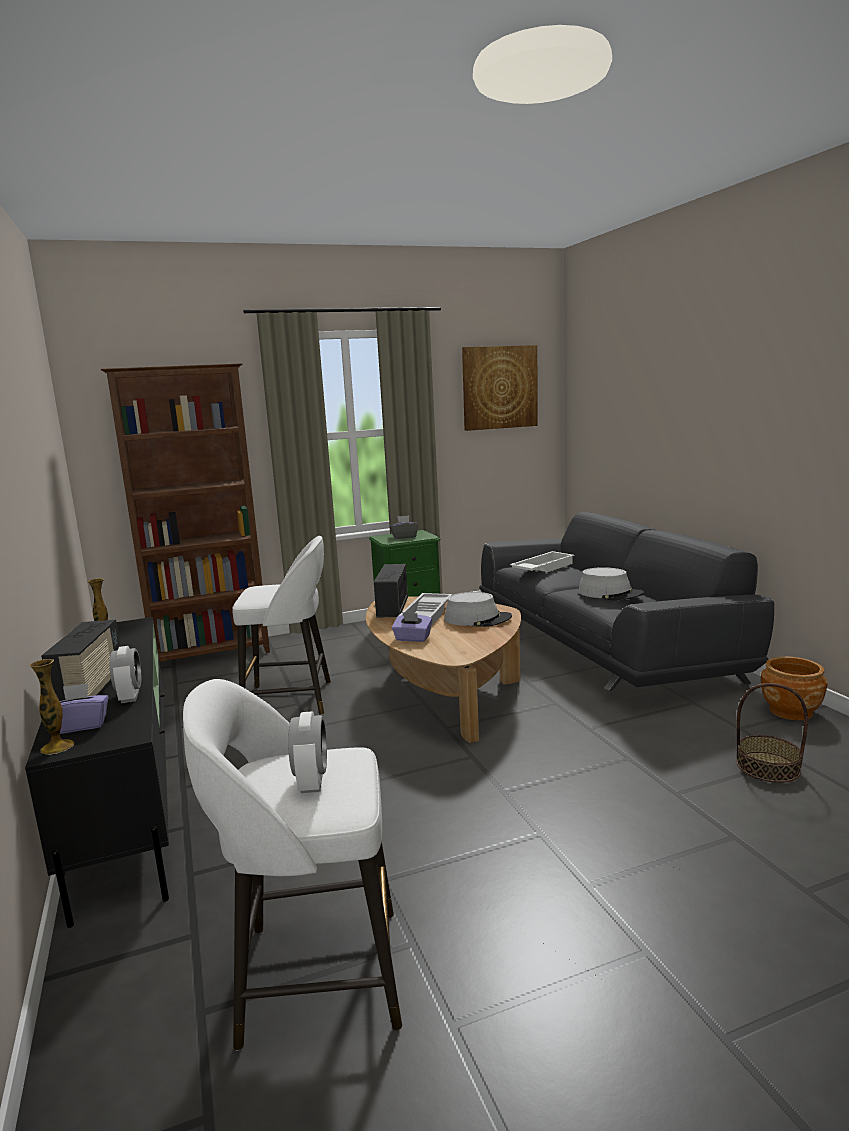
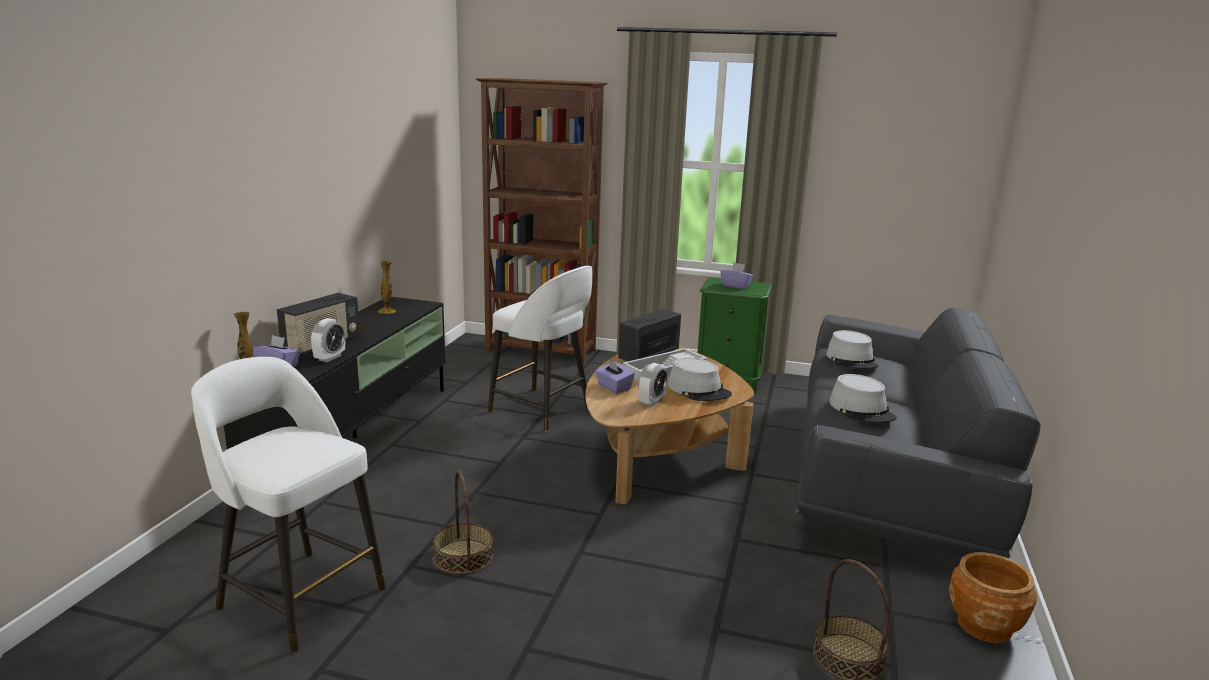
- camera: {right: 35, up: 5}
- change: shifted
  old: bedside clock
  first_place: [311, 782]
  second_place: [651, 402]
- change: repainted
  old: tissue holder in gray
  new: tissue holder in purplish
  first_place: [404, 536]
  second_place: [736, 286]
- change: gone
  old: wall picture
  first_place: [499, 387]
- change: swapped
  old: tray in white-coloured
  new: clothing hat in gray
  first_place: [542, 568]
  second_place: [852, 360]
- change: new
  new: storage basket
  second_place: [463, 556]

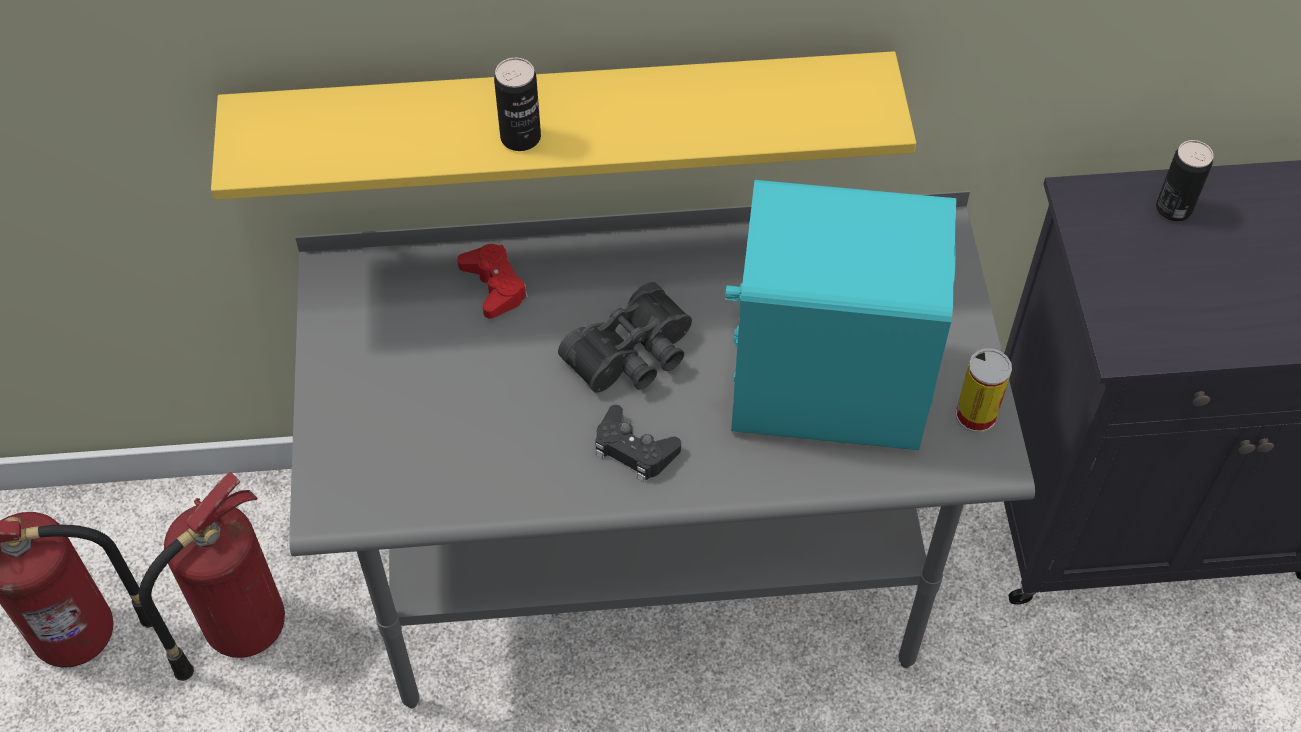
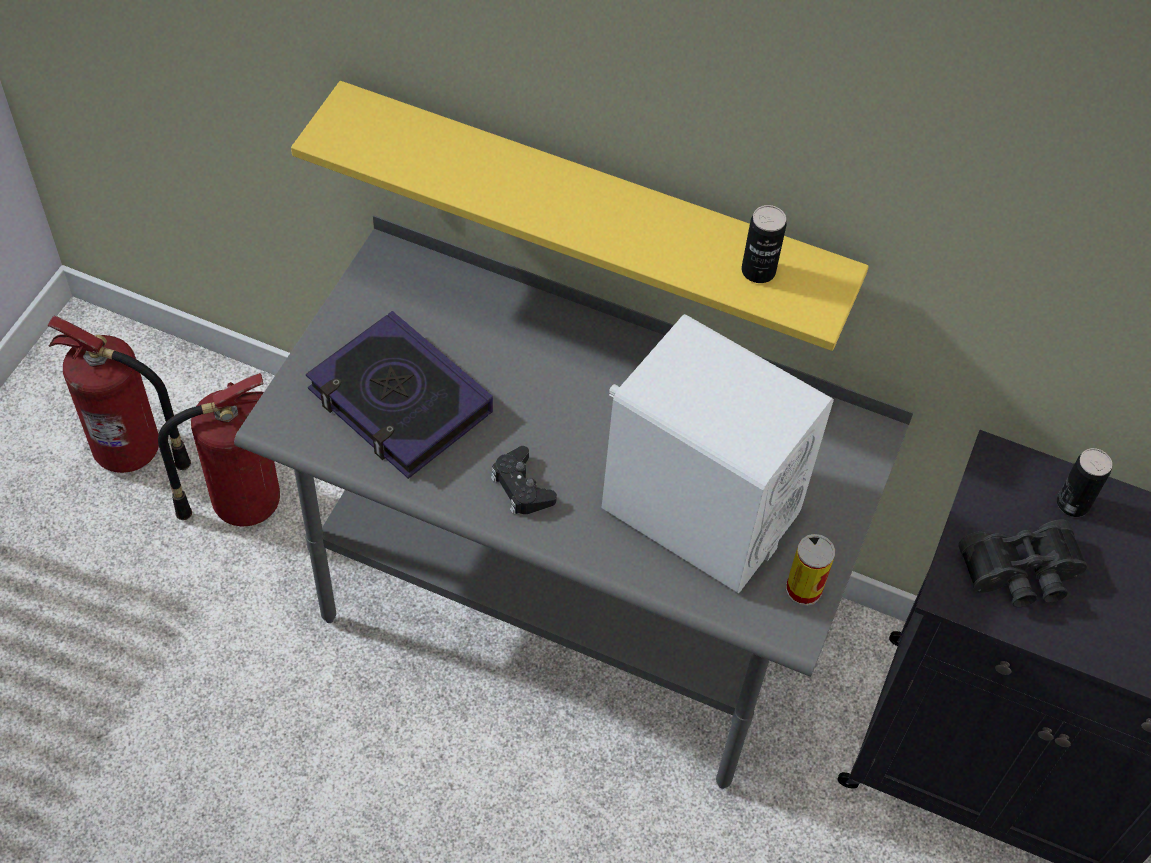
- camera: {right: 25, up: 0}
- change: gone
  old: joypad in red-coloured
  first_place: [494, 285]
- change: shifted
  old: sealed can
  first_place: [520, 137]
  second_place: [758, 271]
- change: shifted
  old: binoculars in black
  first_place: [634, 356]
  second_place: [1021, 575]
- change: repainted
  old: loudspeaker in blue-green
  new: loudspeaker in white-coloured
  first_place: [826, 387]
  second_place: [699, 511]
- change: new
  new: book
  second_place: [399, 402]

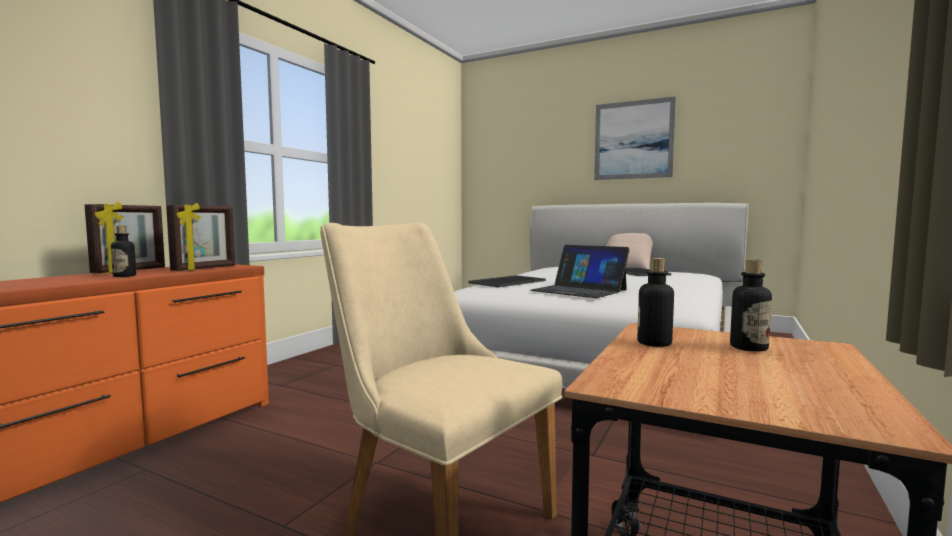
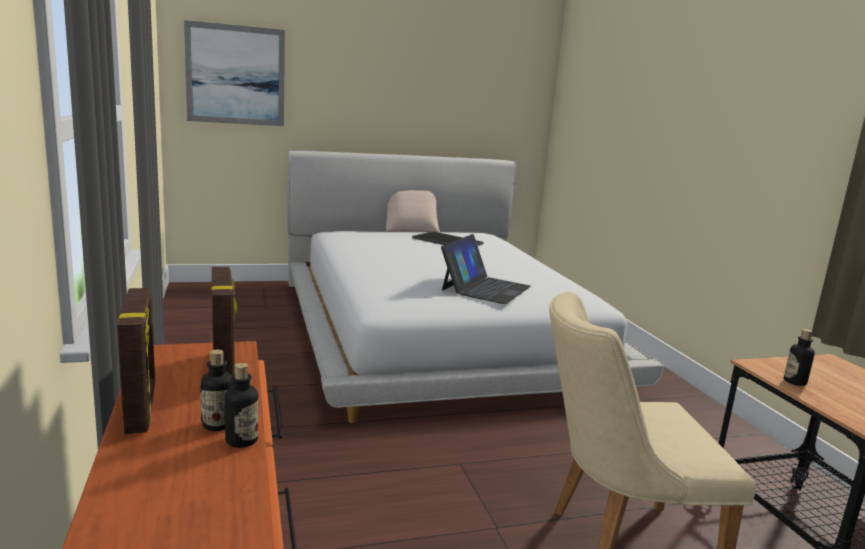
- camera: {right: -45, up: 10}
- change: gone
  old: tray
  first_place: [508, 282]
- change: rotated
  old: notebook computer
  first_place: [579, 290]
  second_place: [485, 288]
  degrees: -60
- change: shifted
  old: wall picture
  first_place: [633, 140]
  second_place: [236, 75]
- change: shifted
  old: drink bottle
  first_place: [748, 347]
  second_place: [242, 440]

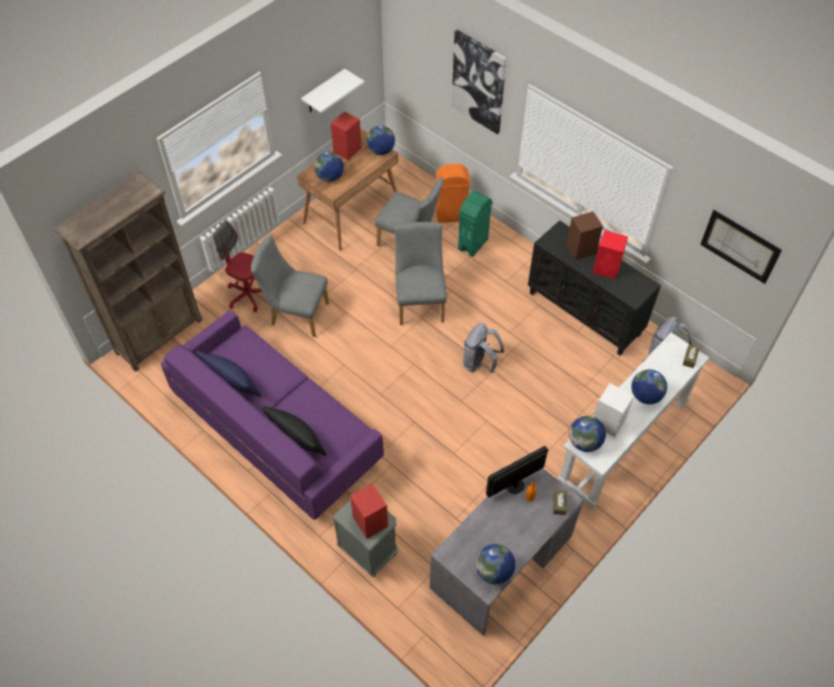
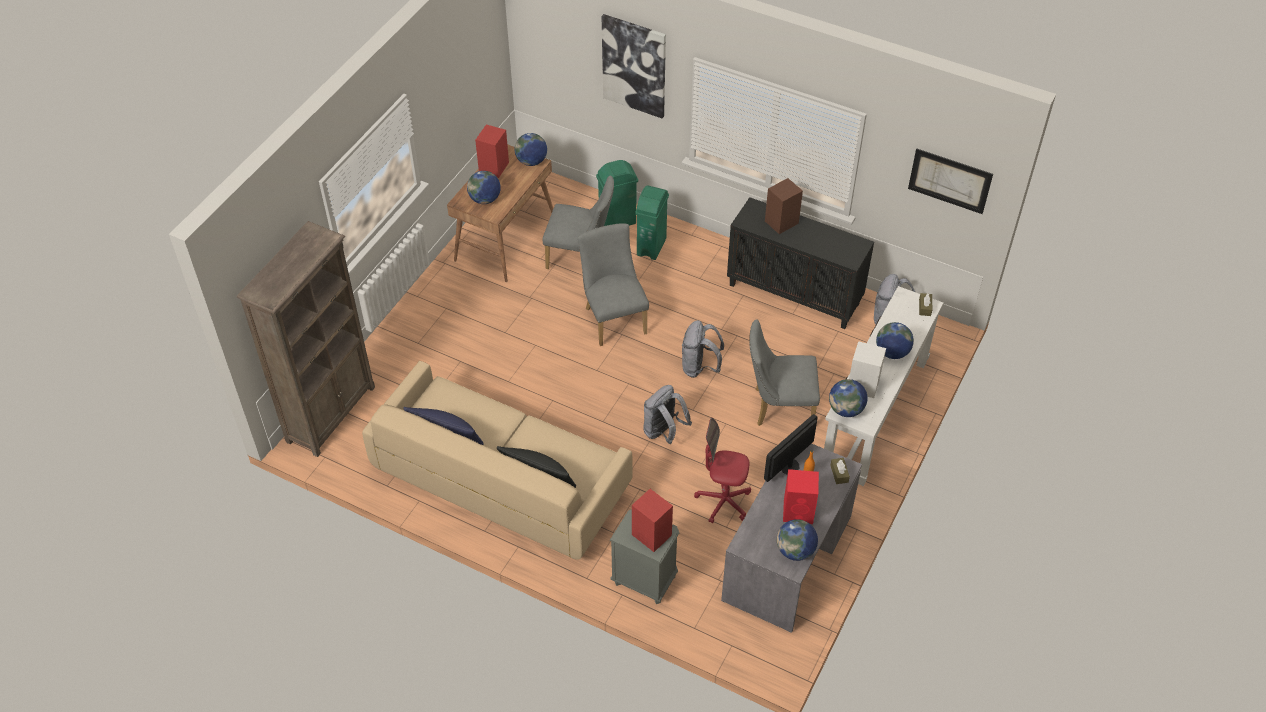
- camera: {right: -15, up: -5}
- change: repainted
  old: settee in purplish
  new: settee in sand-coloured
  first_place: [277, 428]
  second_place: [502, 481]
- change: shifted
  old: office chair in red-coloured
  first_place: [248, 295]
  second_place: [723, 501]
- change: shifted
  old: chair in gray
  first_place: [295, 314]
  second_place: [778, 407]
- change: gone
  old: bracket shelf in white-coloured
  first_place: [324, 92]
- change: repainted
  old: trash can in orange
  new: trash can in greenish
  first_place: [451, 216]
  second_place: [618, 221]
- change: shifted
  old: loudspeaker in red-coloured
  first_place: [607, 268]
  second_place: [799, 511]
- change: new
  new: knapsack in gray
  second_place: [663, 432]

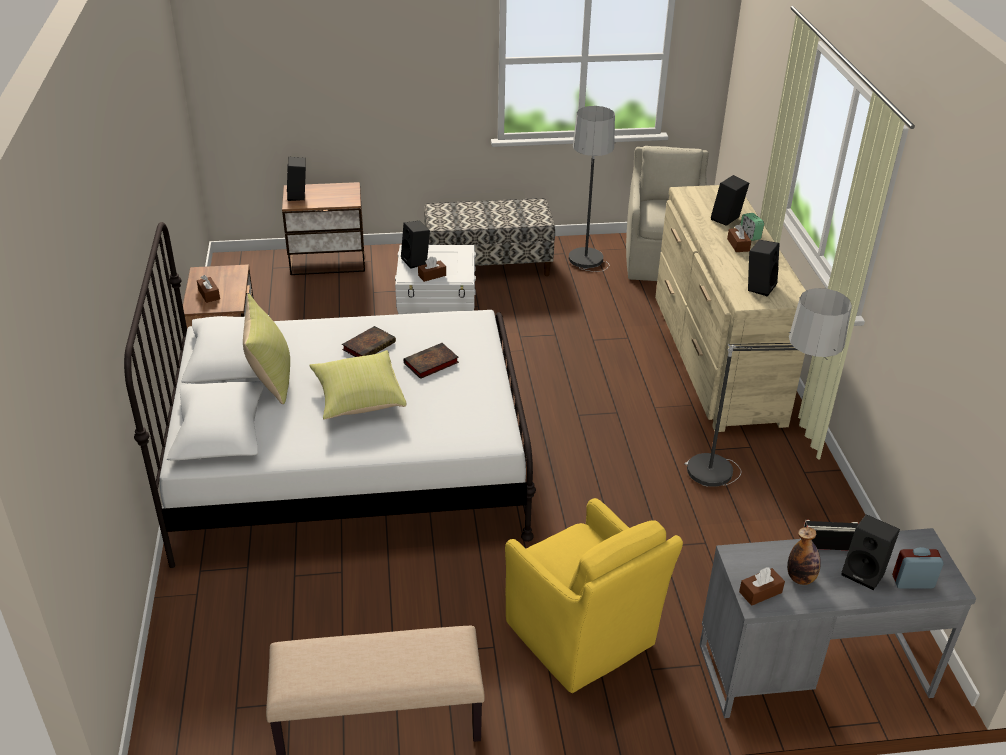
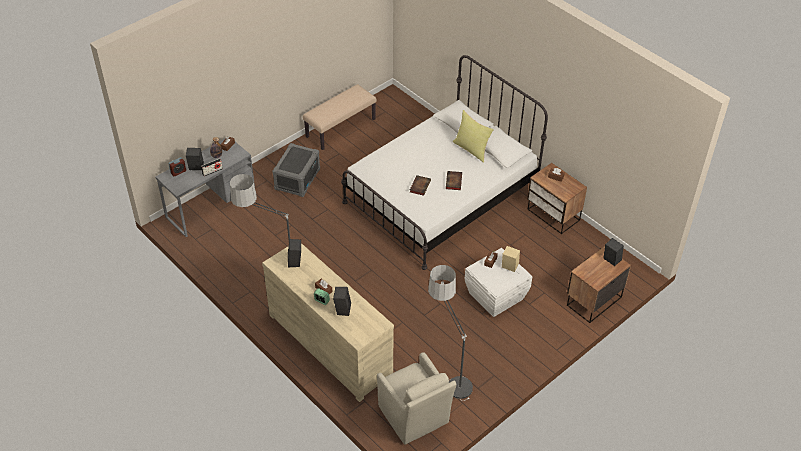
- camera: {right: 145, up: 10}
- change: gone
  old: cushion in yellowish
  first_place: [358, 399]
- change: repainted
  old: loudspeaker in black
  new: loudspeaker in sand-coloured
  first_place: [416, 261]
  second_place: [509, 267]
- change: gone
  old: bench
  first_place: [488, 265]
- change: swapped
  old: armchair in yellowish
  new: storage bin in gray
  first_place: [582, 637]
  second_place: [297, 179]

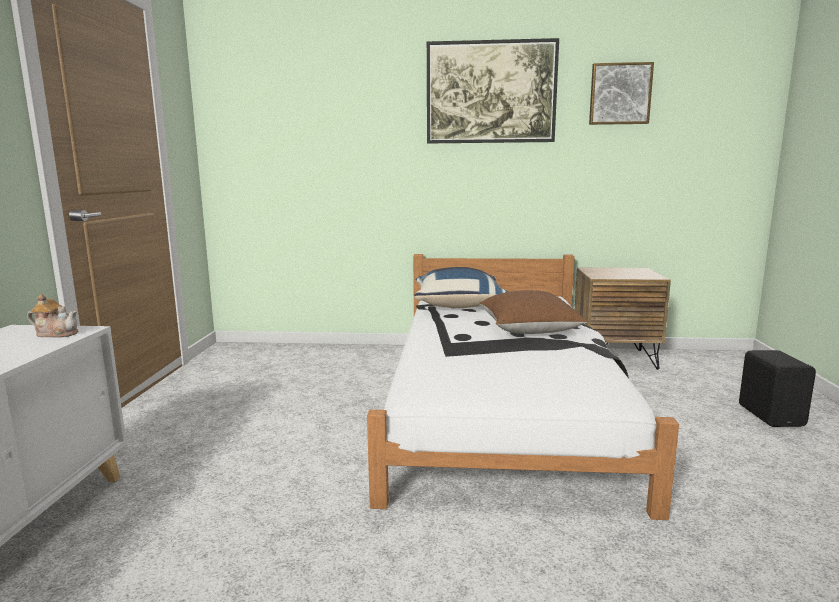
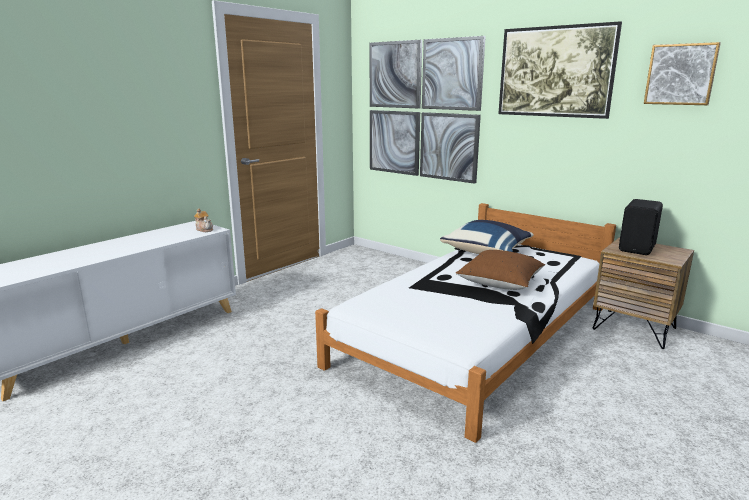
- camera: {right: 35, up: 5}
- change: shifted
  old: loudspeaker in black
  first_place: [771, 415]
  second_place: [638, 248]
- change: new
  new: wall picture
  second_place: [422, 110]

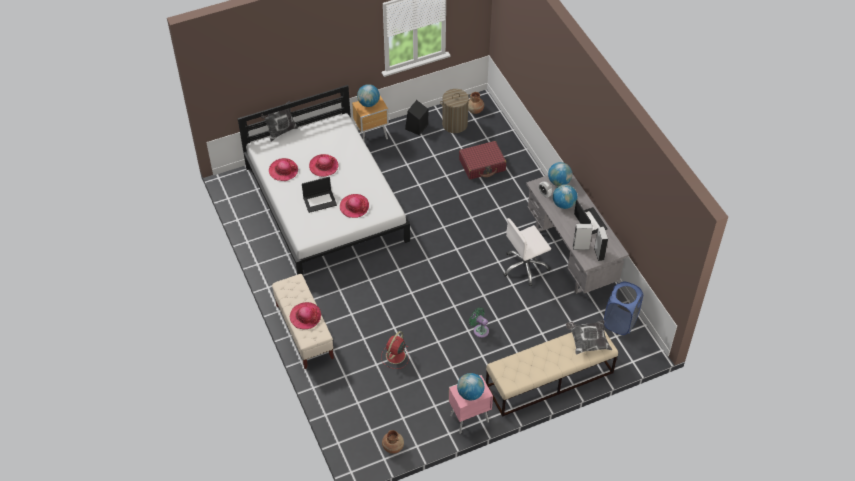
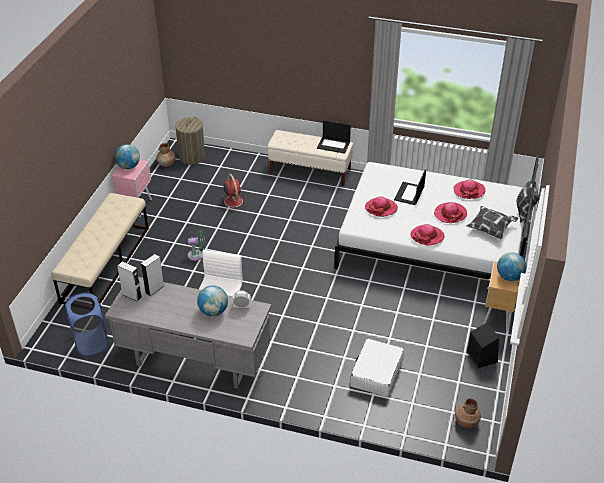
- camera: {right: 130, up: -10}
- change: shifted
  old: clothing hat
  first_place: [305, 316]
  second_place: [427, 236]
- change: shifted
  old: hamper
  first_place: [454, 124]
  second_place: [192, 157]
- change: repainted
  old: piece of luggage in red-coloured
  new: piece of luggage in white-coloured
  first_place: [482, 165]
  second_place: [376, 373]
- change: gone
  old: globe
  first_place: [559, 182]
- change: shifted
  old: cushion
  first_place: [587, 341]
  second_place: [491, 229]
- change: shifted
  old: notebook computer
  first_place: [590, 221]
  second_place: [334, 145]

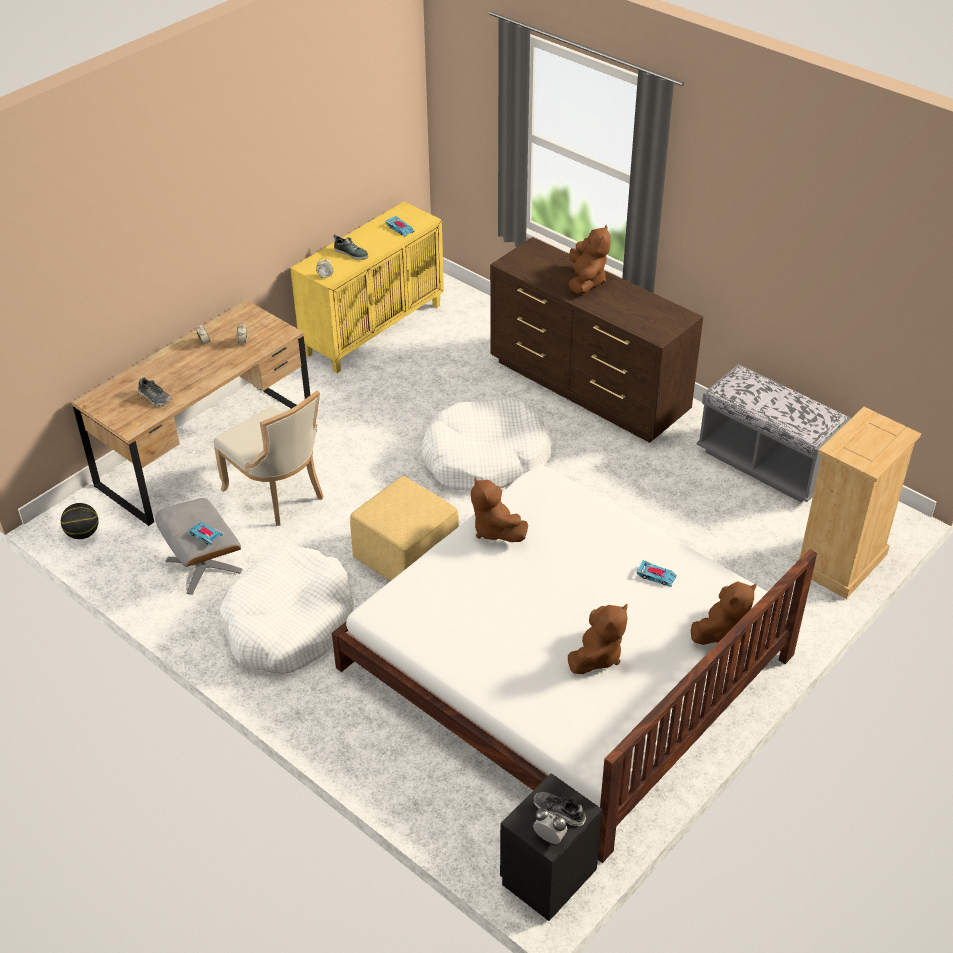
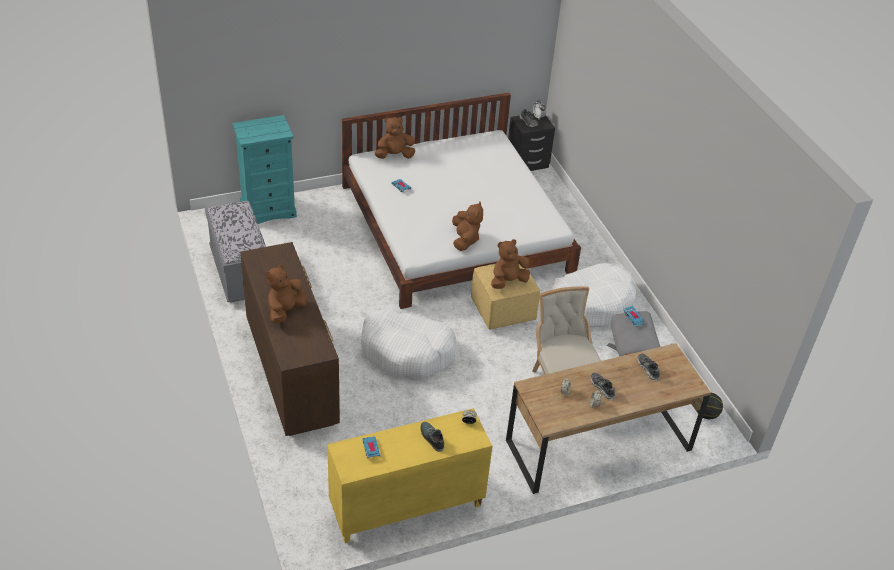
- camera: {right: -155, up: 0}
- change: shifted
  old: plush toy in brown
  first_place: [597, 656]
  second_place: [508, 281]
- change: repainted
  old: drawer chest in sand-coloured
  new: drawer chest in blue-green
  first_place: [840, 562]
  second_place: [268, 210]
- change: new
  new: low shoe
  second_place: [602, 388]

